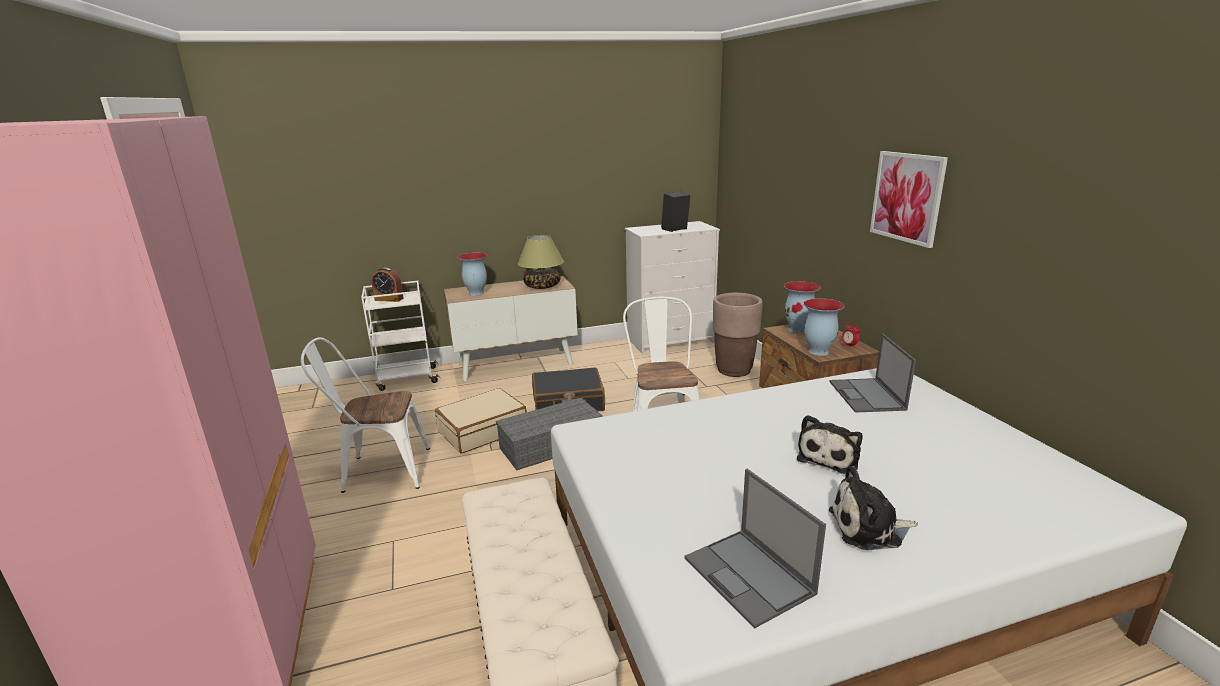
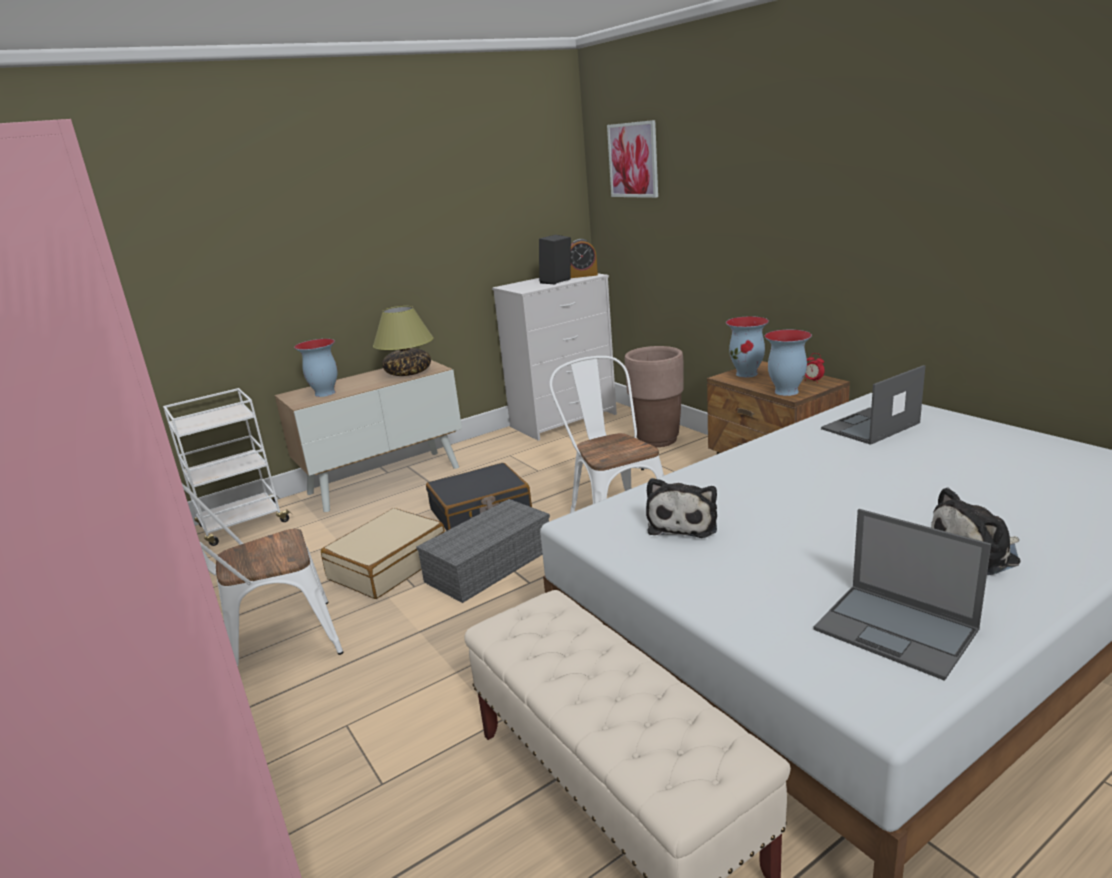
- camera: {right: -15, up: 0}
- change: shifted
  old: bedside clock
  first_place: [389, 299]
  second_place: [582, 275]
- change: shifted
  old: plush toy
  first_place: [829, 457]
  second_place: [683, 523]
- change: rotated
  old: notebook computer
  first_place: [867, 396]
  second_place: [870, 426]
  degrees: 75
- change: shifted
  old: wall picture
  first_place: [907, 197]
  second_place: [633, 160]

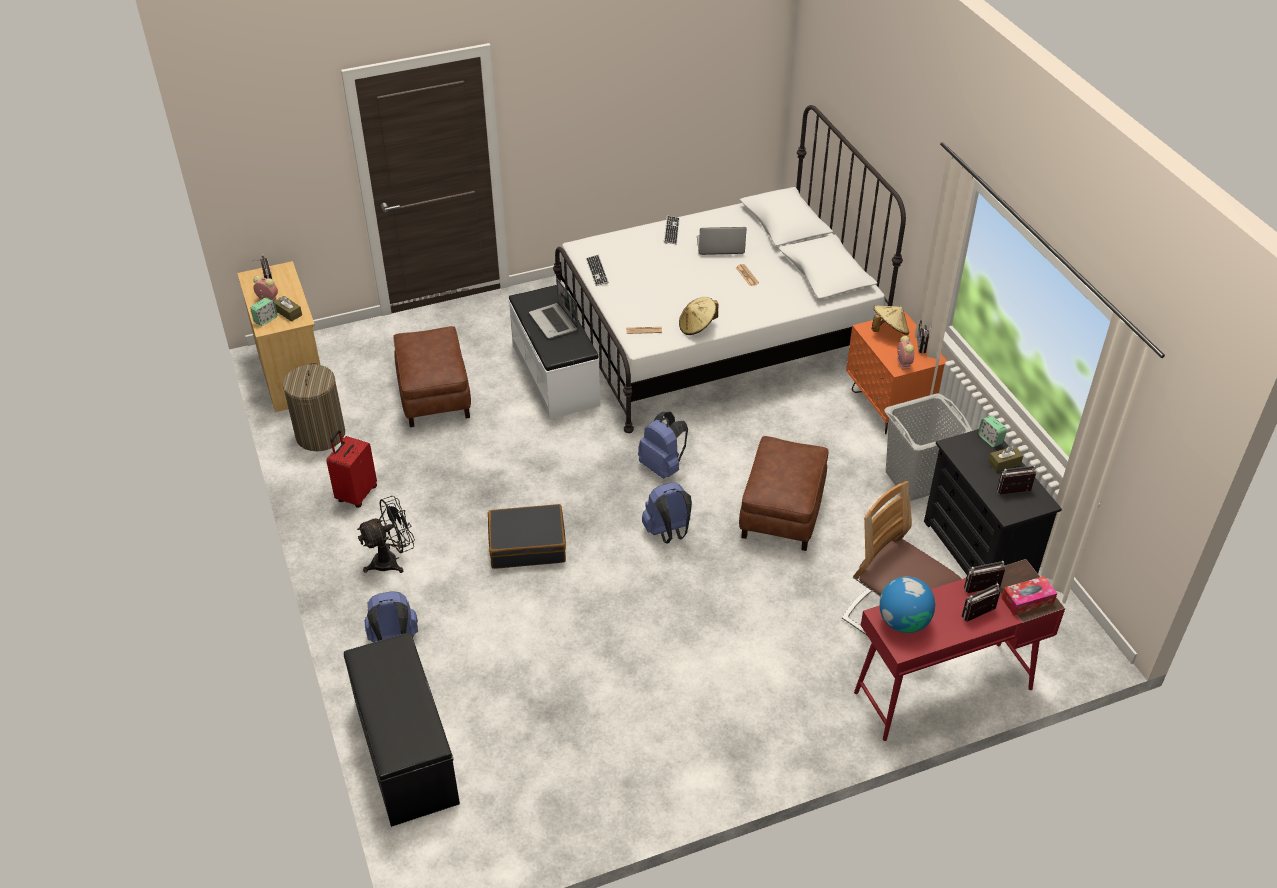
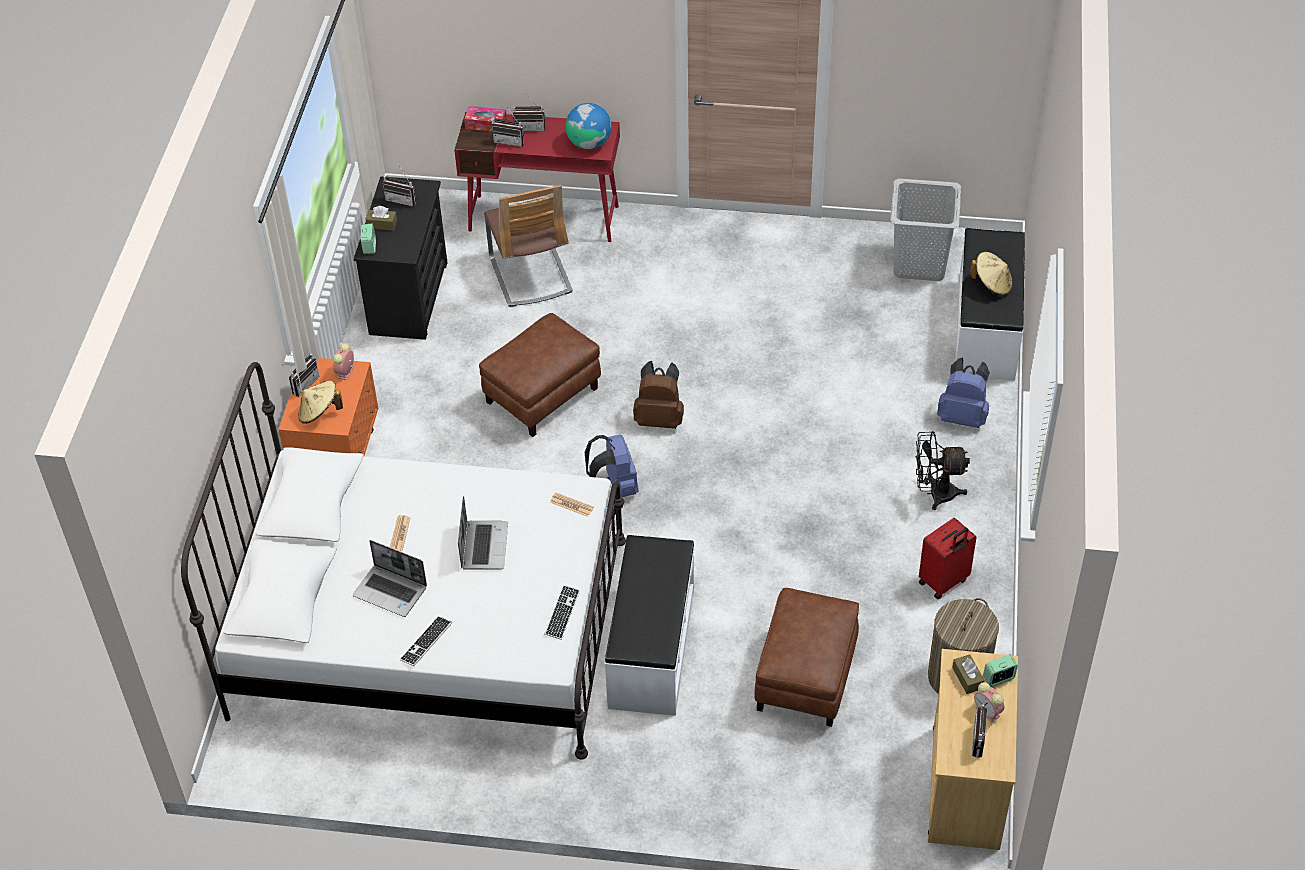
- camera: {right: -150, up: 5}
- change: repainted
  old: bench in black
  new: bench in white-coloured
  first_place: [404, 752]
  second_place: [987, 329]
- change: gone
  old: piece of luggage in black
  first_place: [527, 545]
- change: shifted
  old: notebook computer
  first_place: [554, 322]
  second_place: [483, 545]
- change: repainted
  old: knapsack in bluish
  new: knapsack in brown
  first_place: [668, 533]
  second_place: [659, 418]
- change: shifted
  old: clothing hat in sand-coloured
  first_place: [697, 326]
  second_place: [992, 284]
- change: shifted
  old: hamper in gray
  first_place: [917, 480]
  second_place: [919, 263]

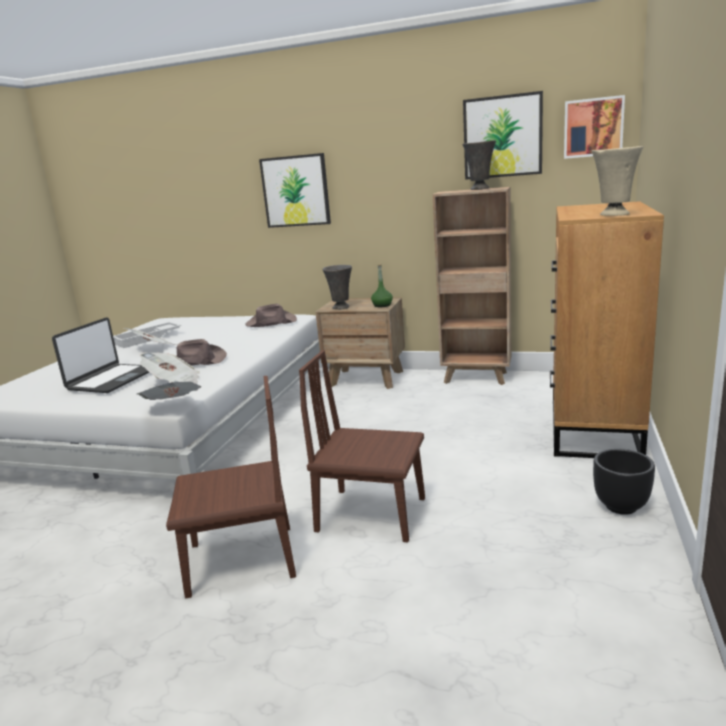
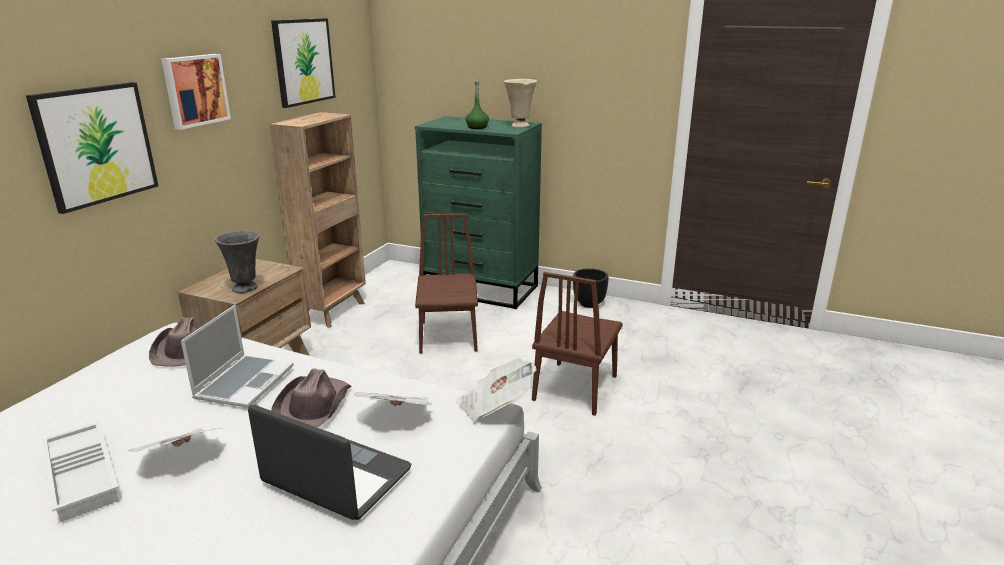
- camera: {right: -85, up: 5}
- change: shifted
  old: chair in brown
  first_place: [241, 560]
  second_place: [448, 336]
- change: shifted
  old: drink bottle in greenish
  first_place: [382, 305]
  second_place: [477, 127]
- change: gone
  old: decorative vase in gray
  first_place: [480, 189]
- change: repainted
  old: drawer chest in brown
  new: drawer chest in greenish
  first_place: [593, 429]
  second_place: [482, 289]
- change: shifted
  old: wall picture
  first_place: [593, 127]
  second_place: [195, 90]
- change: new
  new: notebook computer
  second_place: [244, 382]

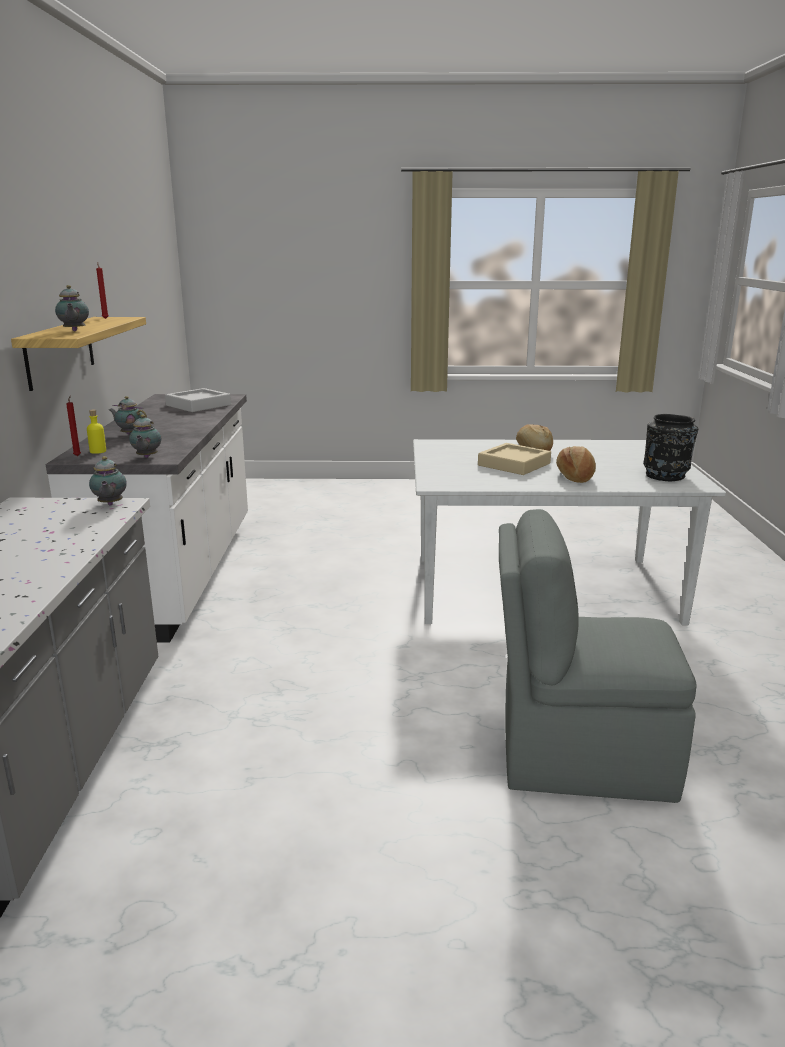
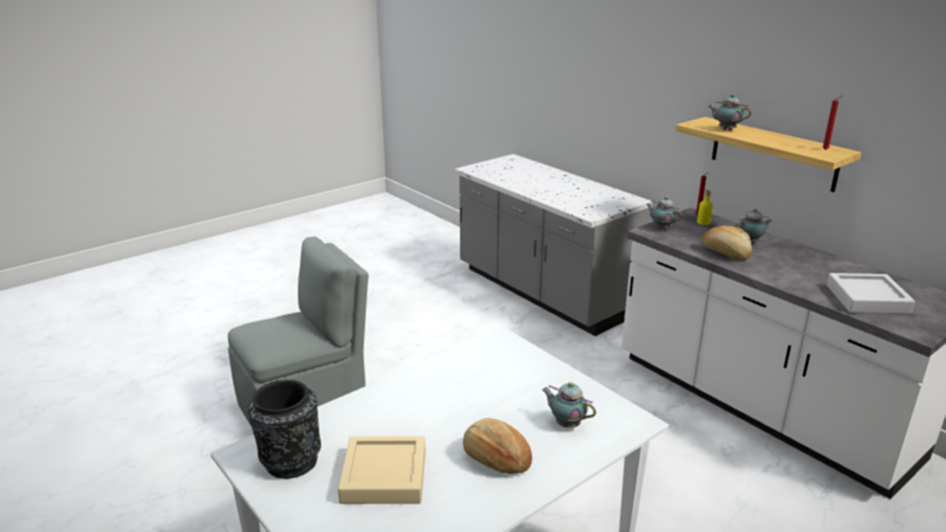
- camera: {right: 140, up: 5}
- change: shifted
  old: tea pot
  first_place: [110, 504]
  second_place: [566, 424]
- change: shifted
  old: tray in sand-coloured
  first_place: [514, 464]
  second_place: [384, 476]
- change: shifted
  old: baked bread
  first_place: [575, 476]
  second_place: [725, 253]

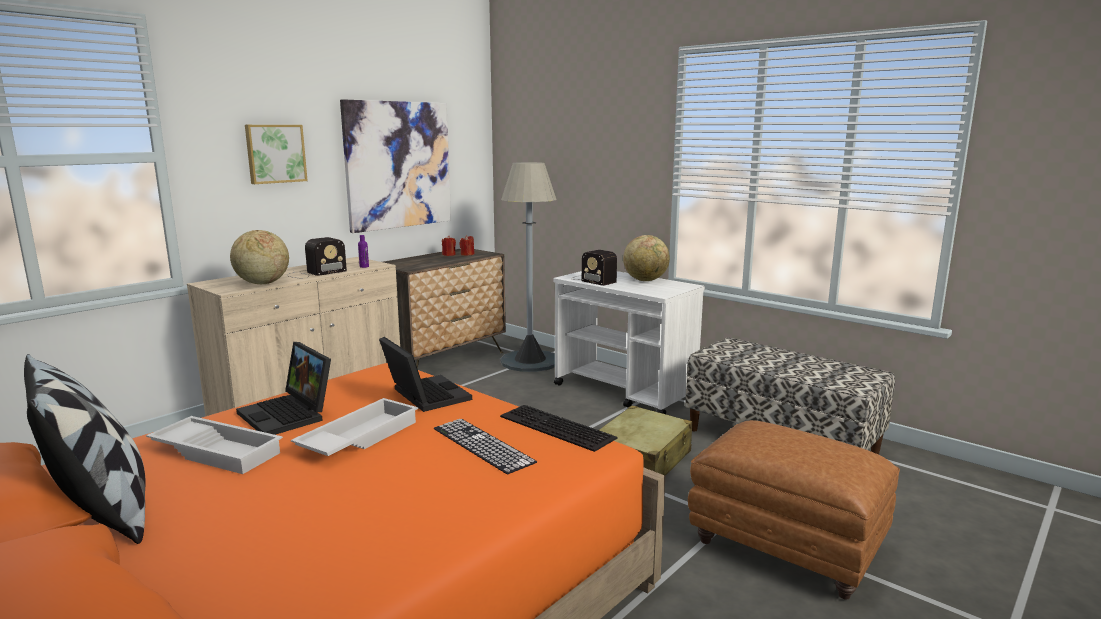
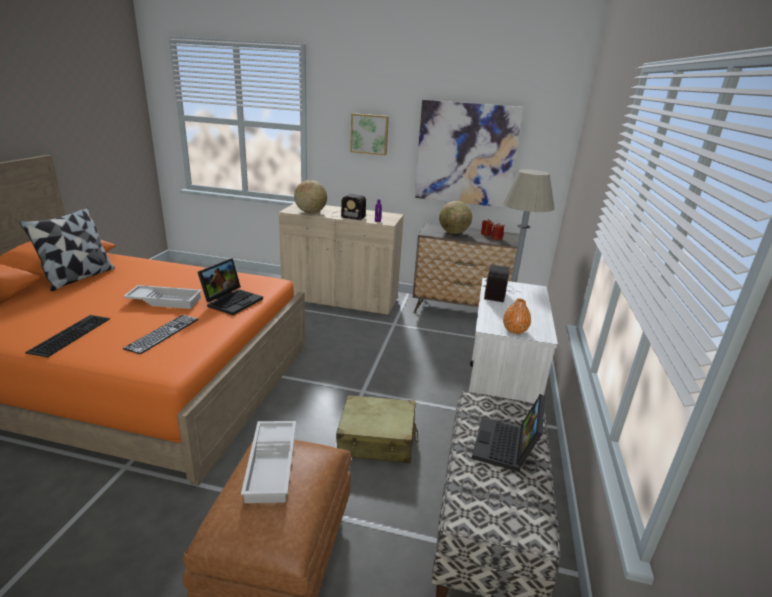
- camera: {right: 60, up: 10}
- change: shifted
  old: tray in white-coloured
  first_place: [219, 451]
  second_place: [273, 465]
- change: shifted
  old: notebook computer
  first_place: [289, 415]
  second_place: [506, 448]
- change: shifted
  old: PC keyboard
  first_place: [554, 427]
  second_place: [70, 334]
- change: shifted
  old: globe
  first_place: [645, 280]
  second_place: [454, 233]
- change: new
  new: decorative vase in orange
  second_place: [514, 330]

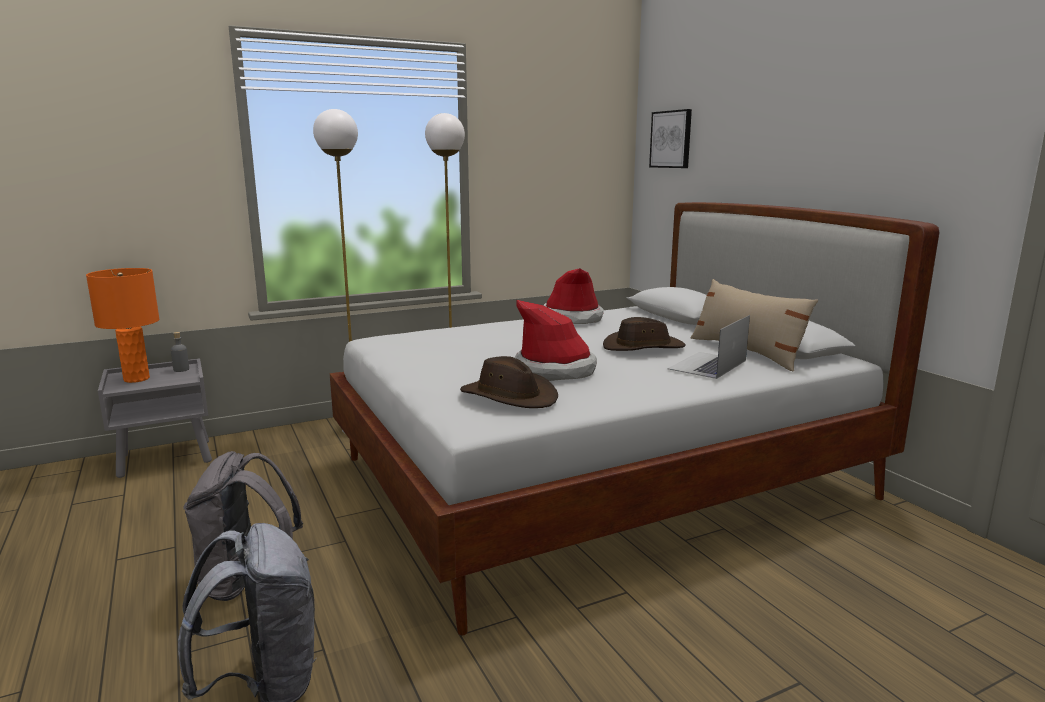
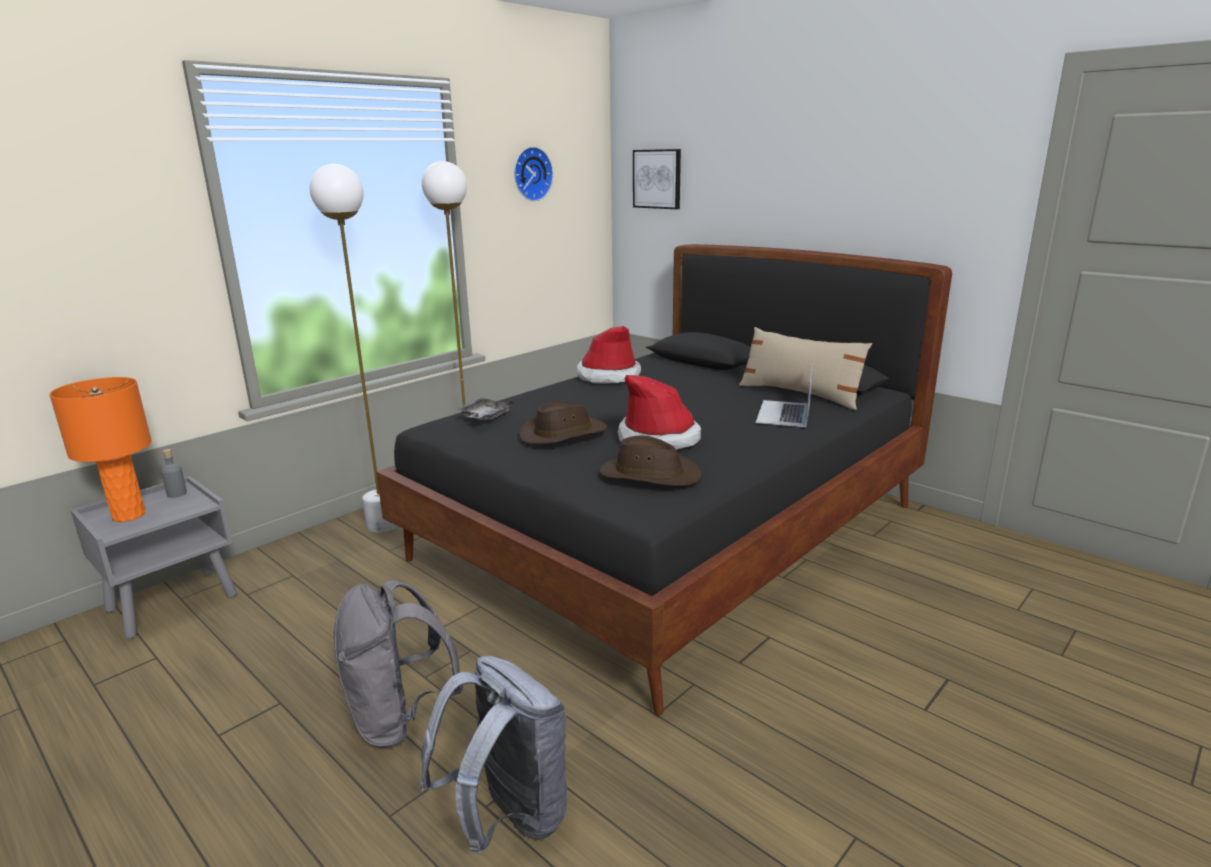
- camera: {right: -20, up: 5}
- change: repainted
  old: bedroom bed in white-coloured
  new: bedroom bed in black
  first_place: [599, 480]
  second_place: [671, 534]
- change: shifted
  old: clothing hat in brown
  first_place: [643, 347]
  second_place: [563, 434]
- change: new
  new: tray in gray
  second_place: [484, 417]
- change: new
  new: hanging clock
  second_place: [530, 174]

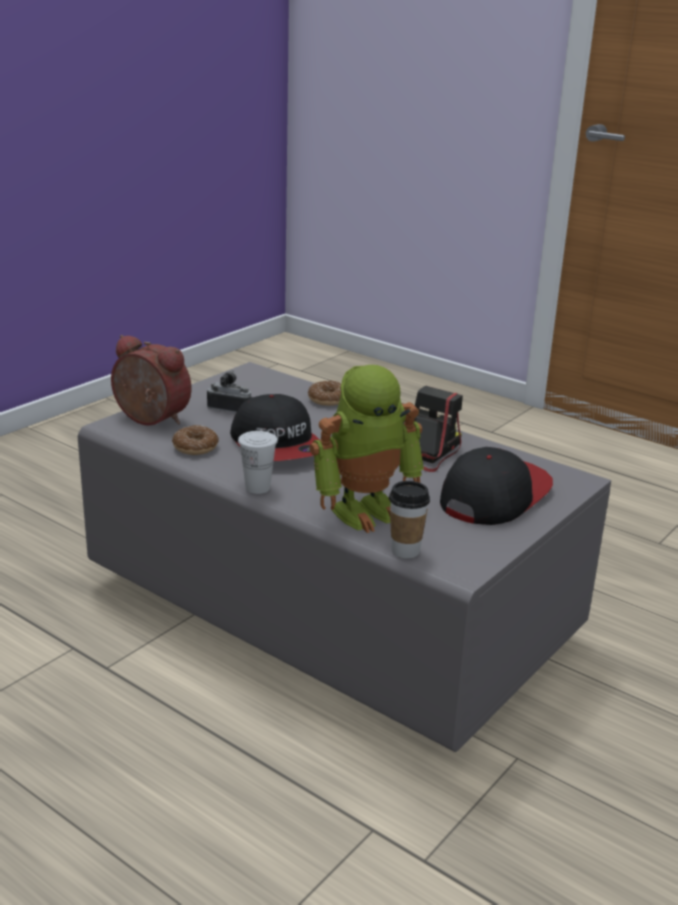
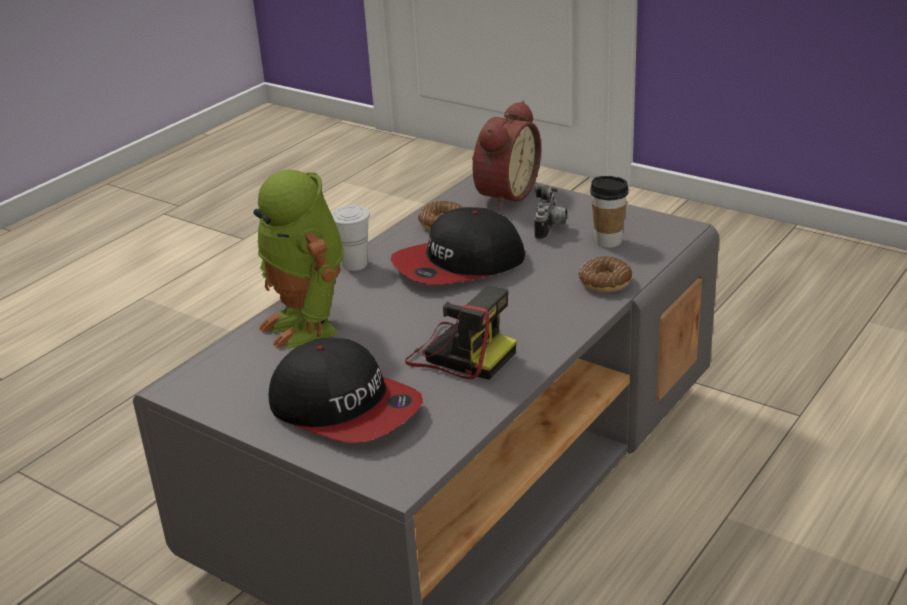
- camera: {right: 90, up: 5}
- change: shifted
  old: cup
  first_place: [405, 551]
  second_place: [608, 241]

